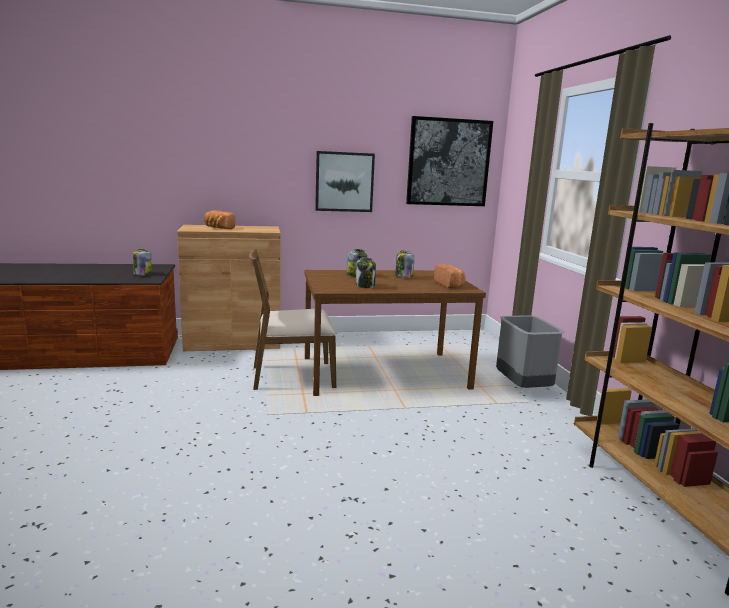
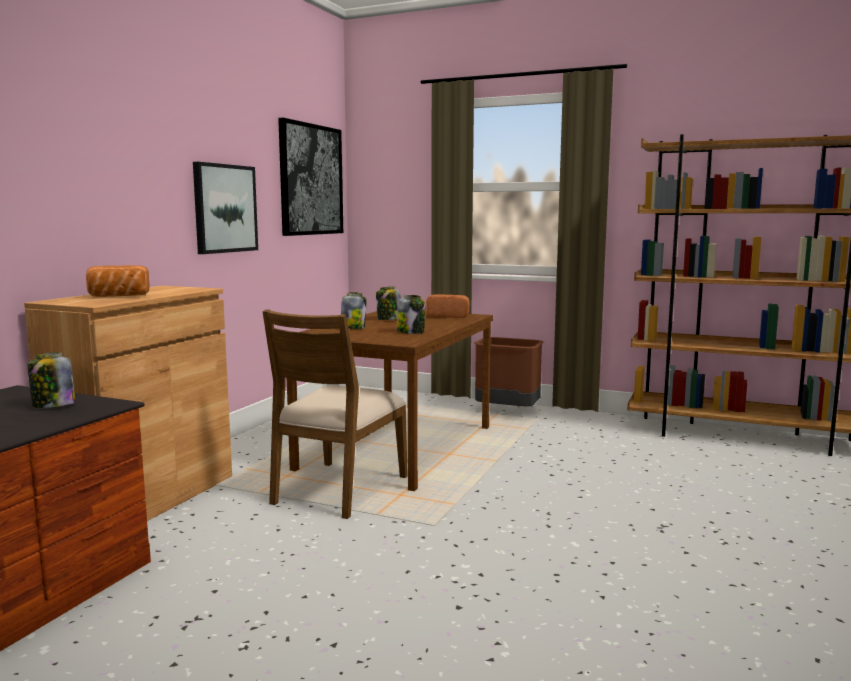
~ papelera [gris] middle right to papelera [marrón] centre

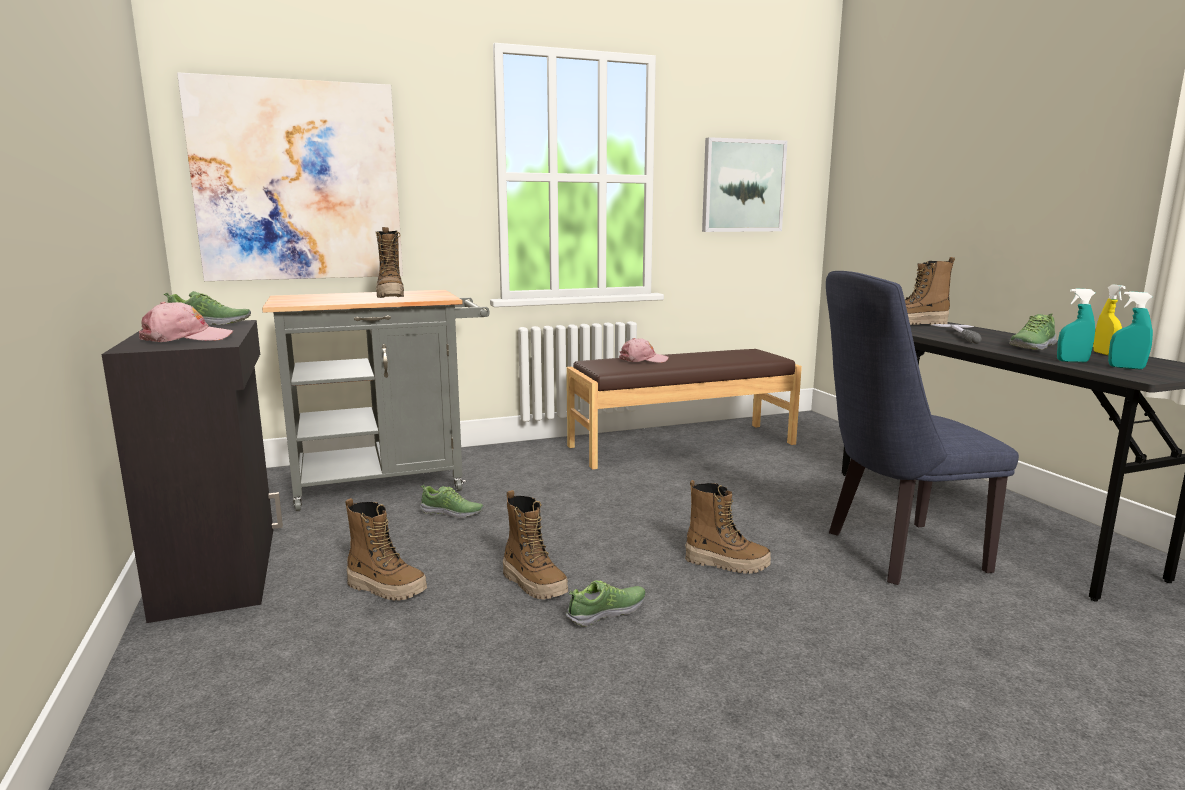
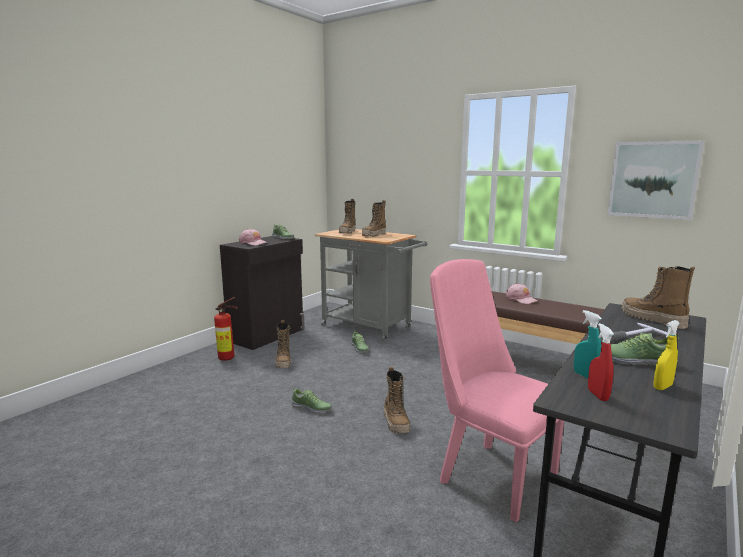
- cuadro (1st from left) top left
+ extintor middle left
~ bota (3rd from left in the first image) bottom centre to bota (2nd from left) centre
~ silla [azul] middle right to silla [rosa] bottom right
~ pulverizador [turquesa] (2nd from left) middle right to pulverizador [rojo] middle right

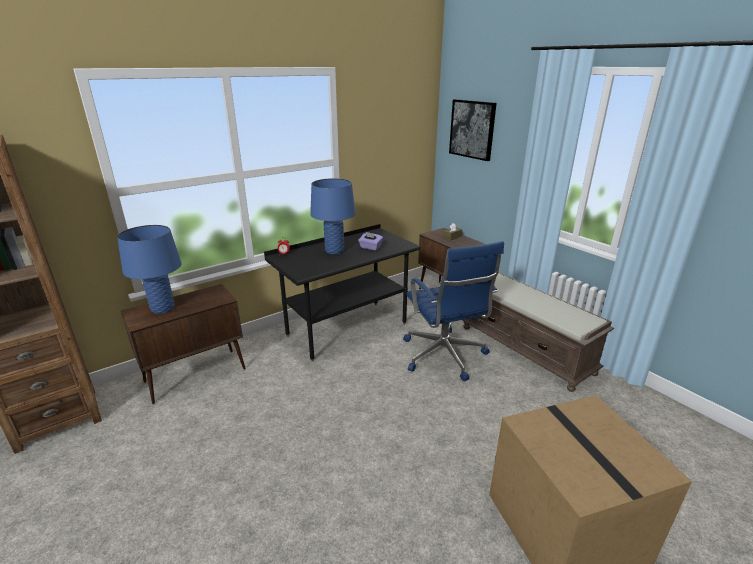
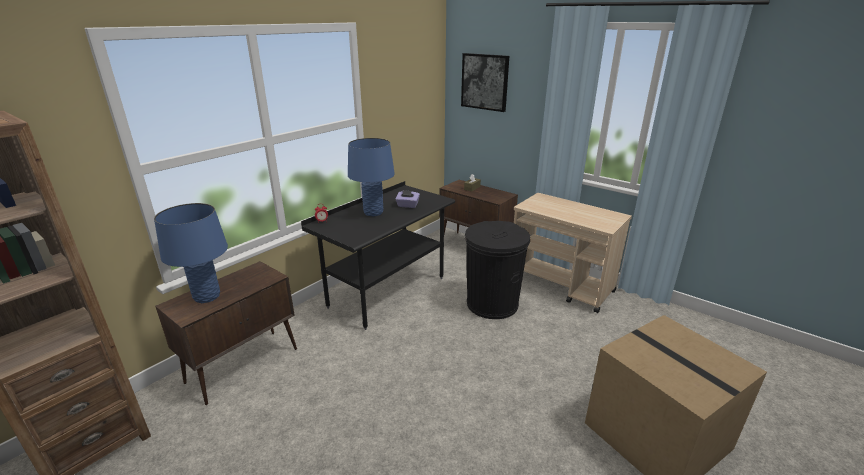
~ silla de oficina [azul] centre to papelera [negro] centre
~ banco [marrón] middle right to carrito [beis] centre

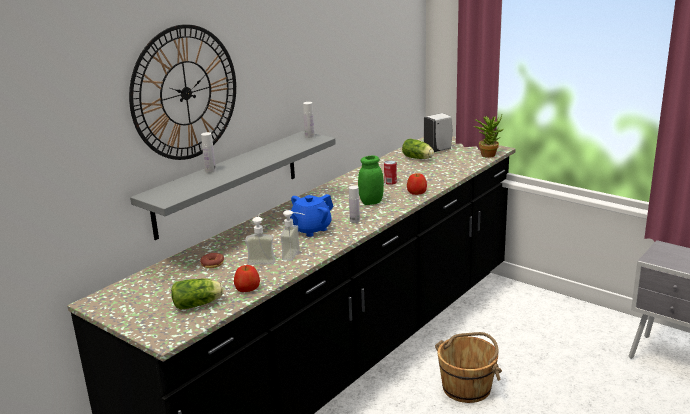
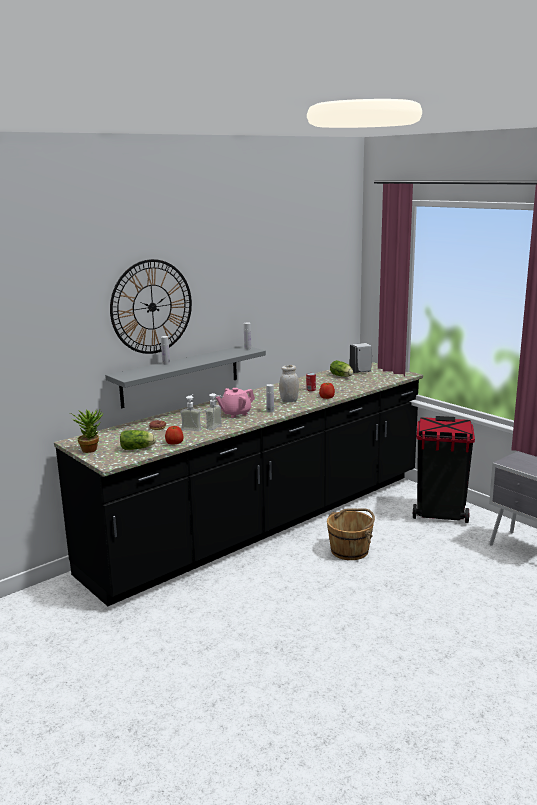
+ papelera [negro] middle right
~ planta en maceta top right to middle left
~ tetera [azul] centre to tetera [rosa] centre
~ tarro [verde] centre to tarro [blanco] centre

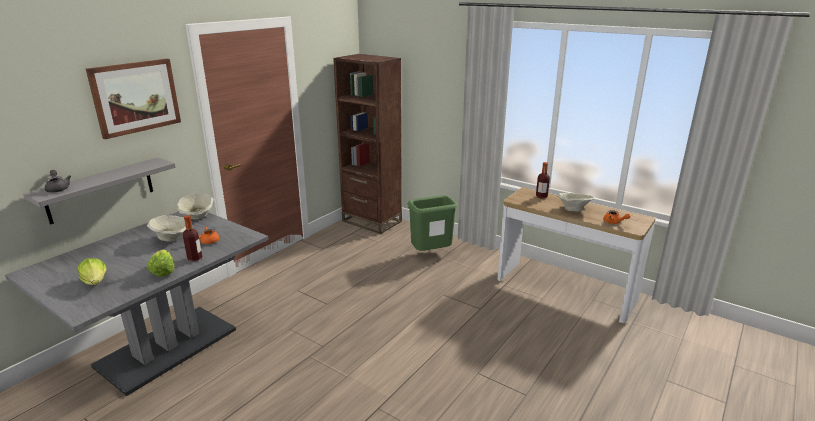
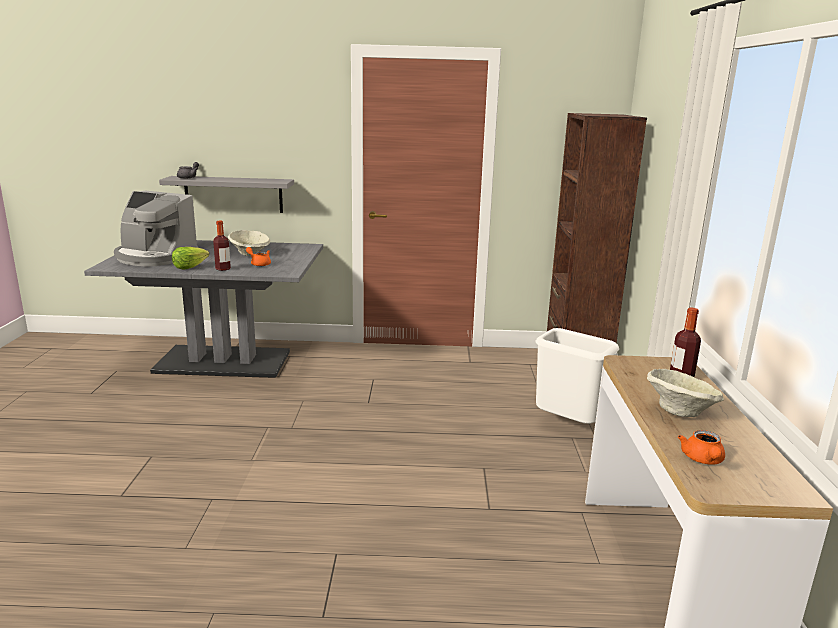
- cuadro top left
- cuenco [beis] (2nd from left) middle left
~ lechuga (1st from left) middle left to cafetera middle left
~ papelera [verde] centre to papelera [blanco] middle right

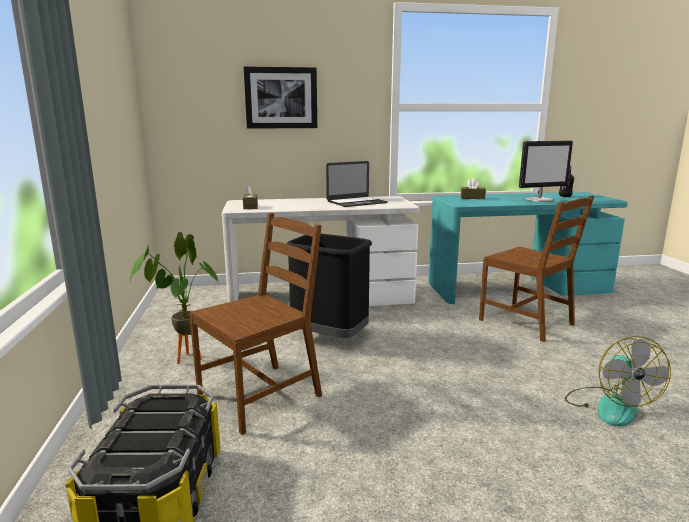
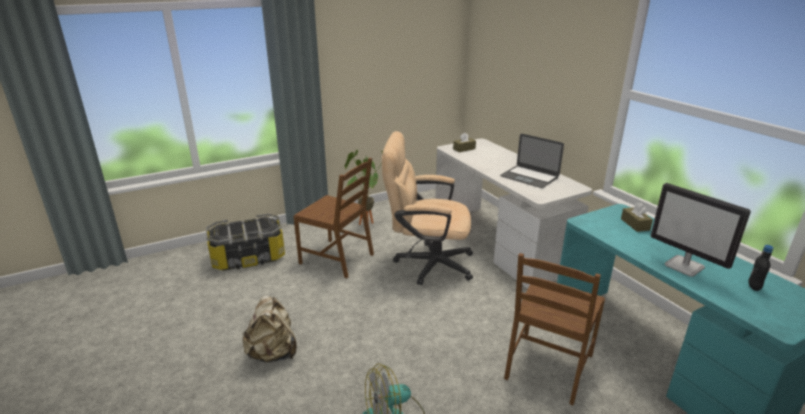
- cuadro top centre
+ mochila [beis] bottom centre
~ papelera [negro] centre to silla de oficina [beis] centre

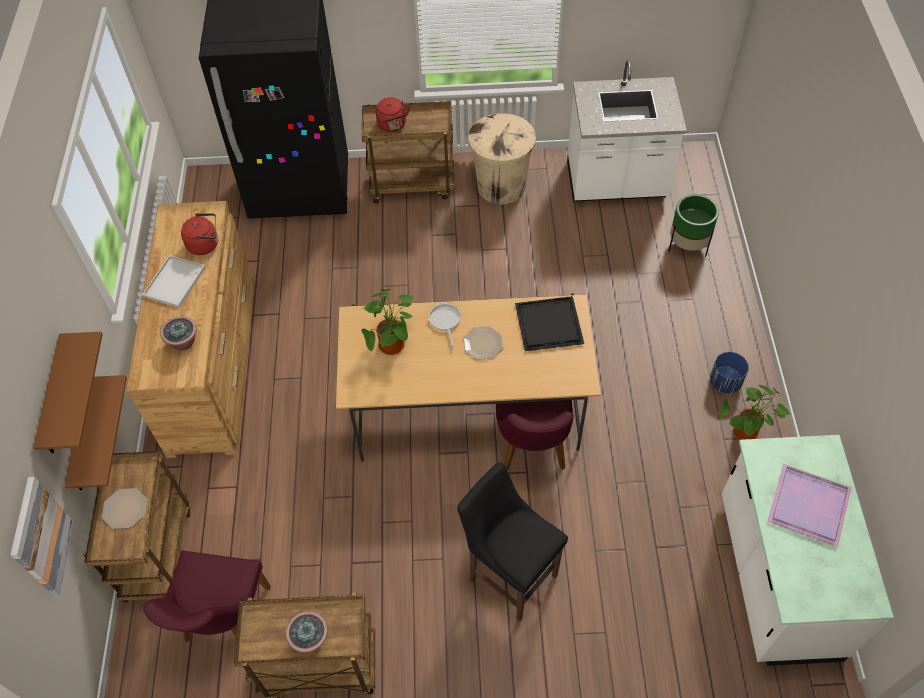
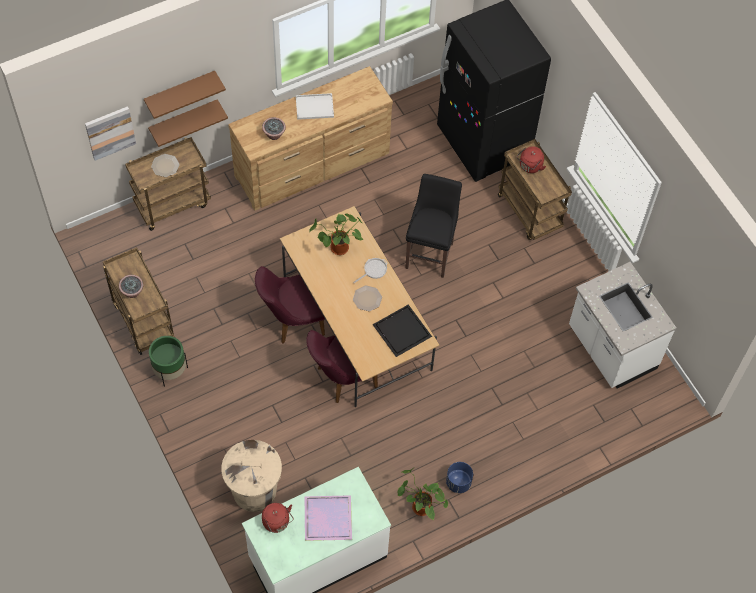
~ silla [morado] (1st from left) bottom left to centre
~ hervidor [rojo] (1st from left) middle left to bottom centre
~ taburete [negro] bottom centre to centre
~ papelera [beis] top centre to bottom left
~ maceta [verde] top right to middle left

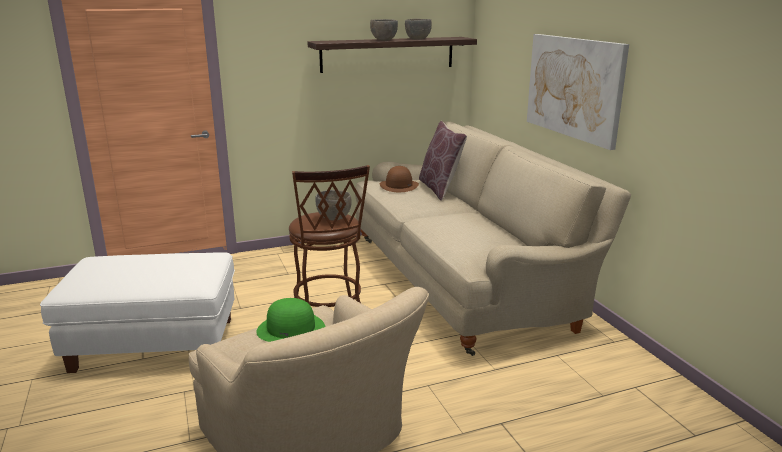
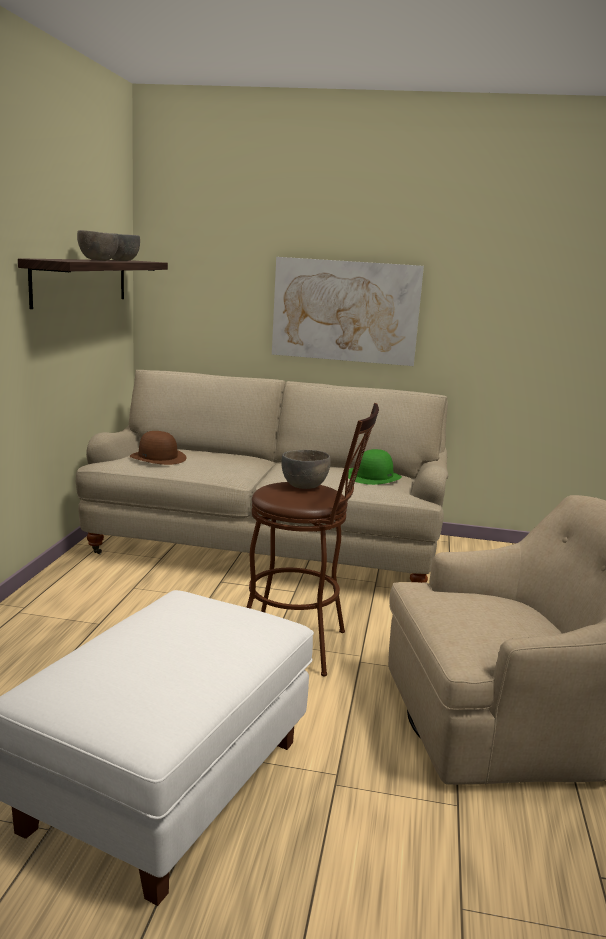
- cojín [marrón] centre
~ sombrero [verde] bottom centre to centre

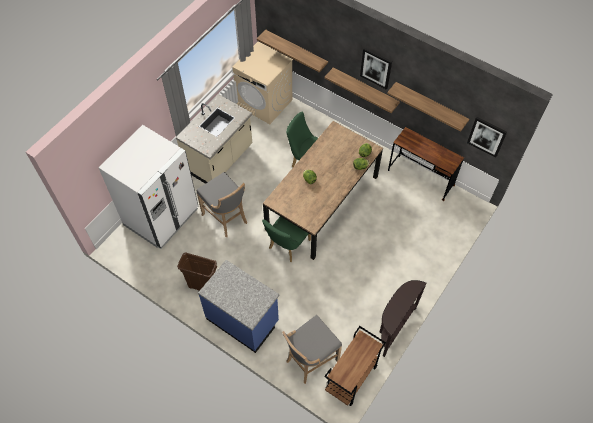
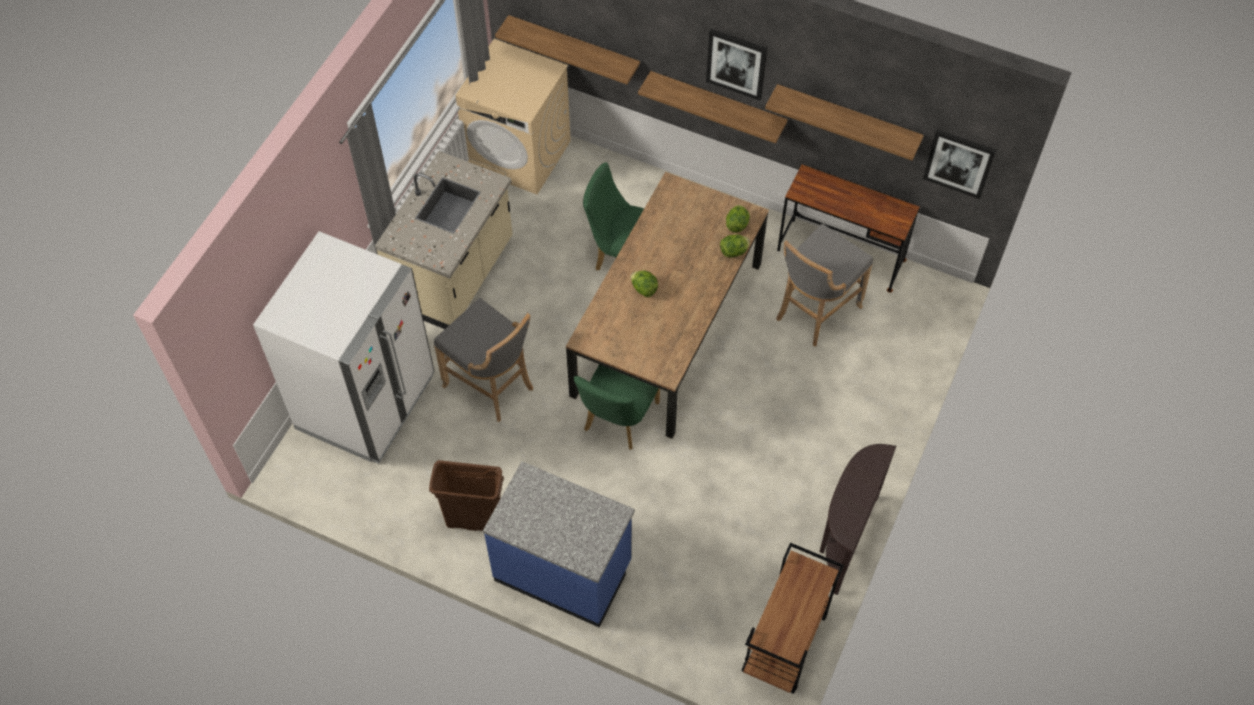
~ taburete [gris] (2nd from left) bottom centre to centre

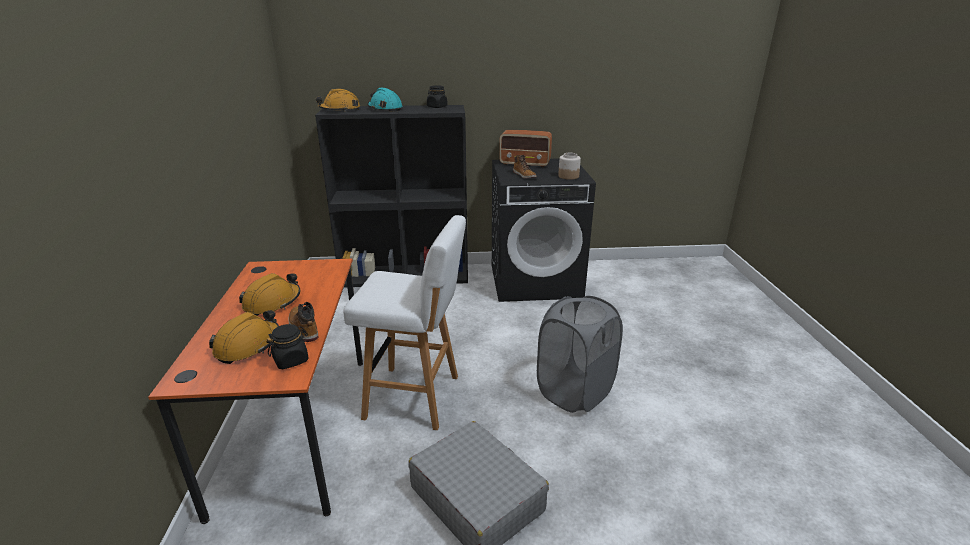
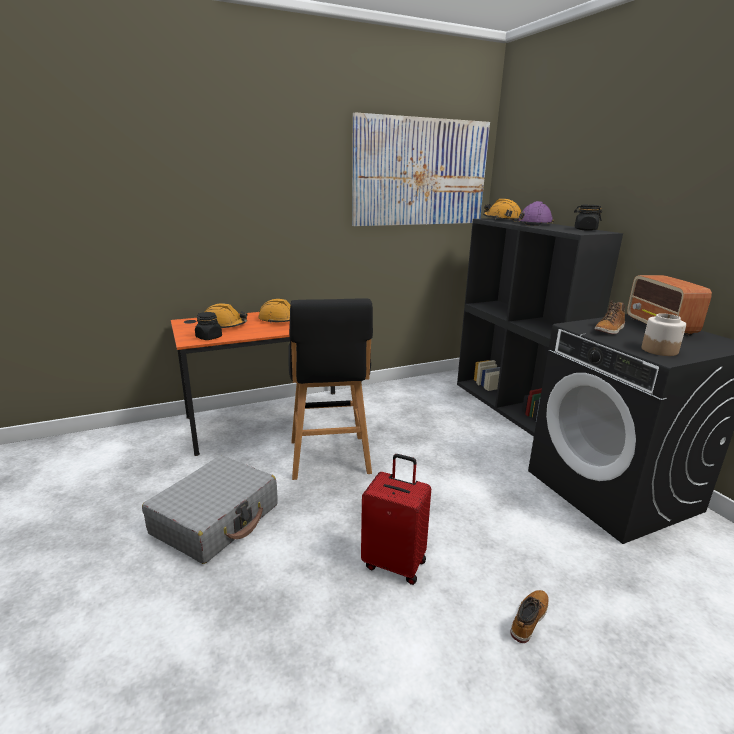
+ cuadro top centre
~ bota (1st from left) middle left to bottom right
~ cesto de la ropa [gris] centre to maleta [rojo] bottom centre
~ taburete [blanco] centre to taburete [negro] centre
~ casco [turquesa] top centre to casco [morado] top right

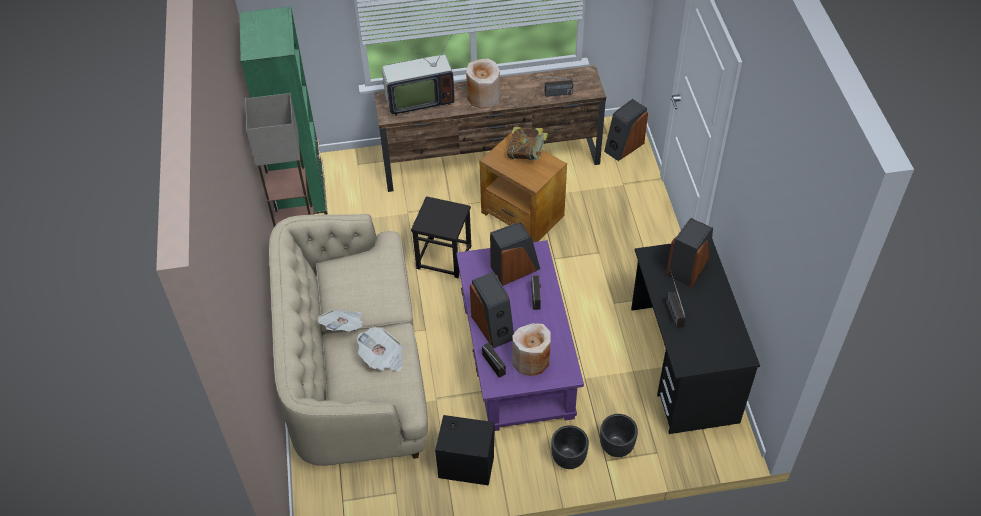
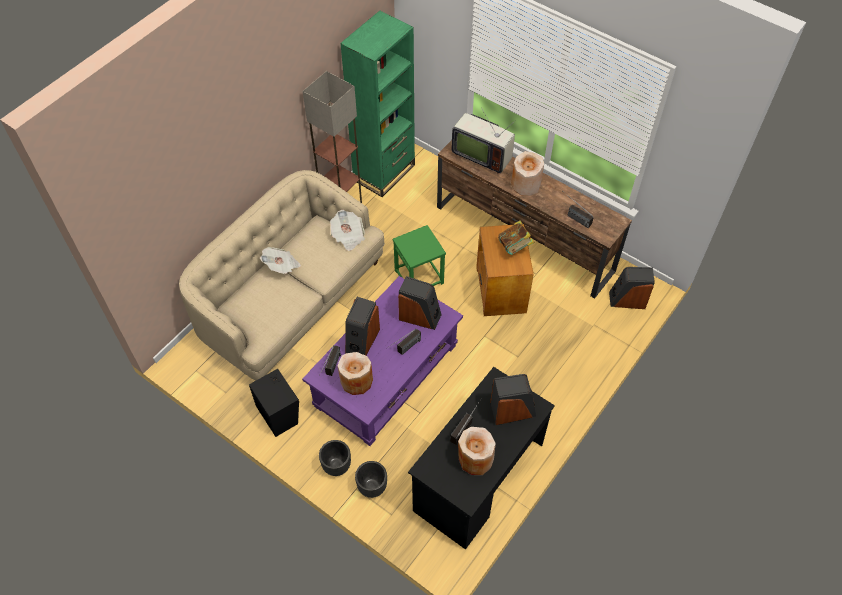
+ florero [beis] (2nd from left) bottom centre
~ periódico (2nd from left) bottom centre to centre
~ taburete [negro] centre to taburete [verde] centre

